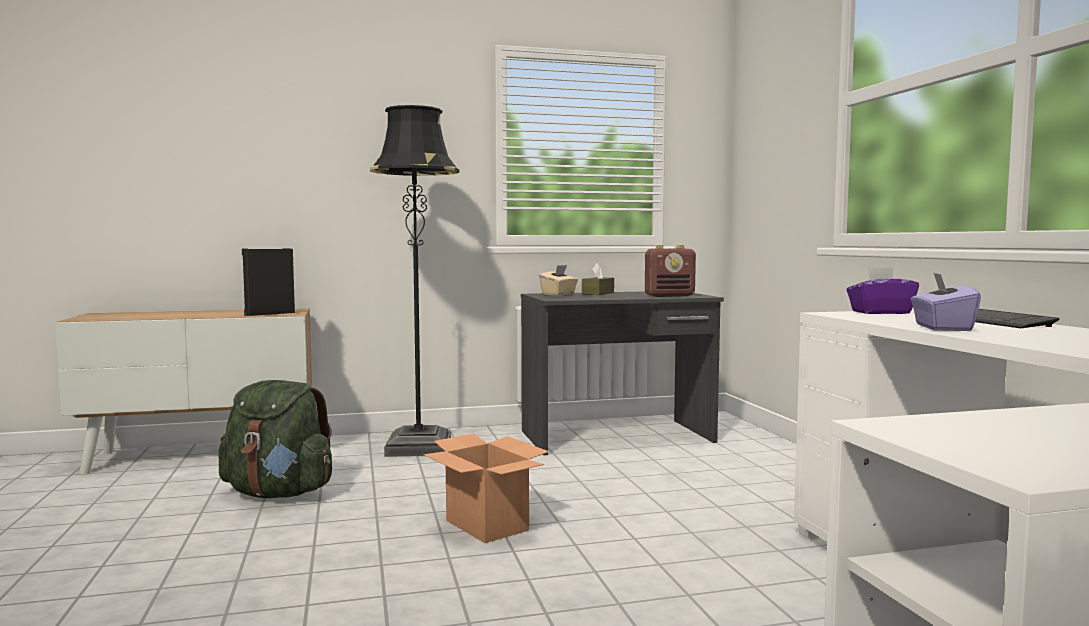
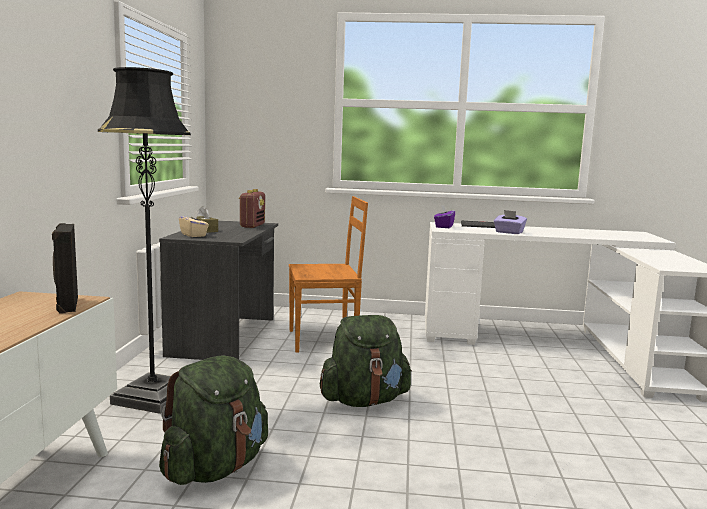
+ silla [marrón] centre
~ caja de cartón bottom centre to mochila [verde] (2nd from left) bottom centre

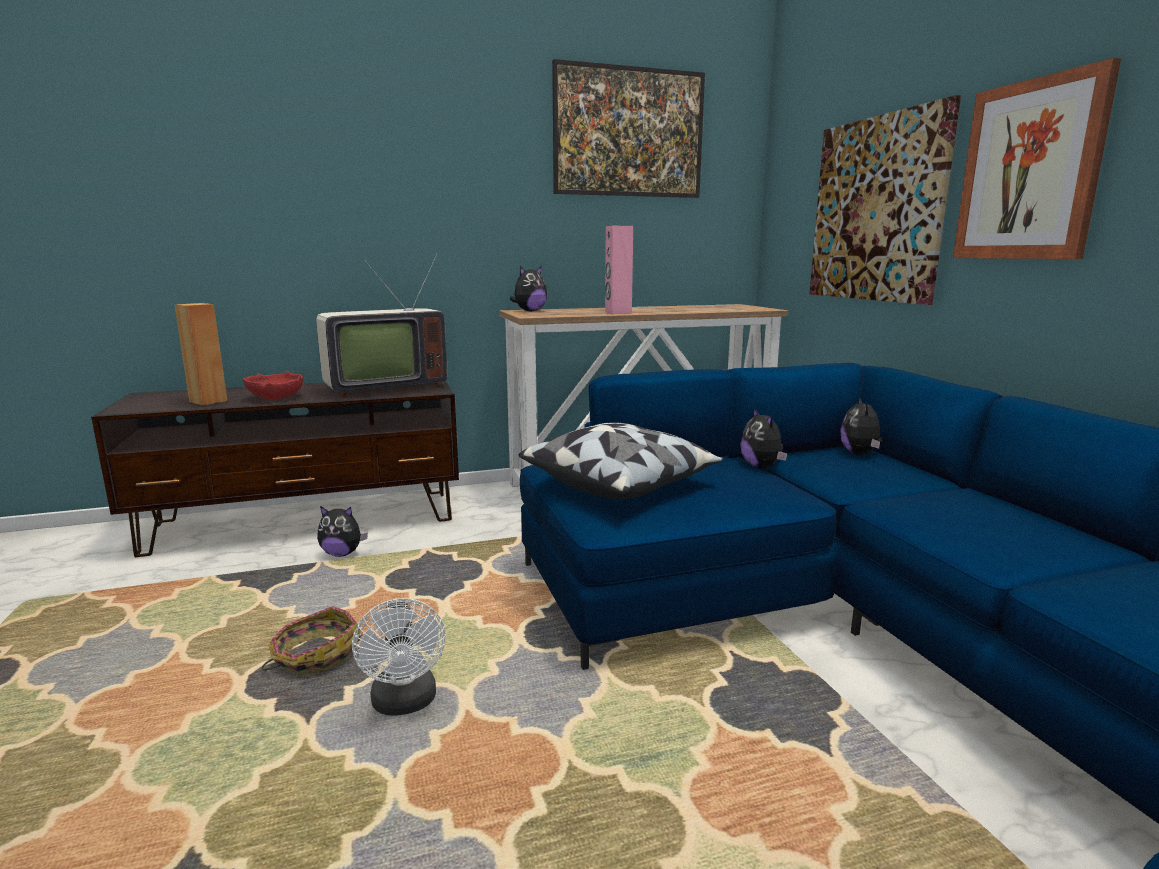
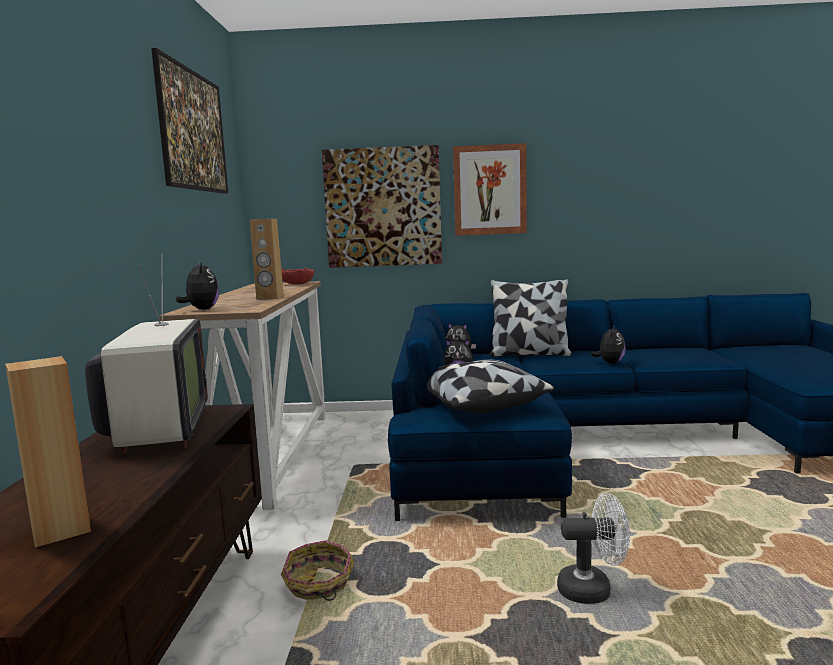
+ cojín (2nd from left) centre
~ cuenco [rojo] middle left to centre
~ cesta bottom left to bottom centre
~ peluche (1st from left in the first image) middle left to peluche (4th from left) middle right
~ altavoz [rosa] top centre to altavoz [marrón] (2nd from left) middle left

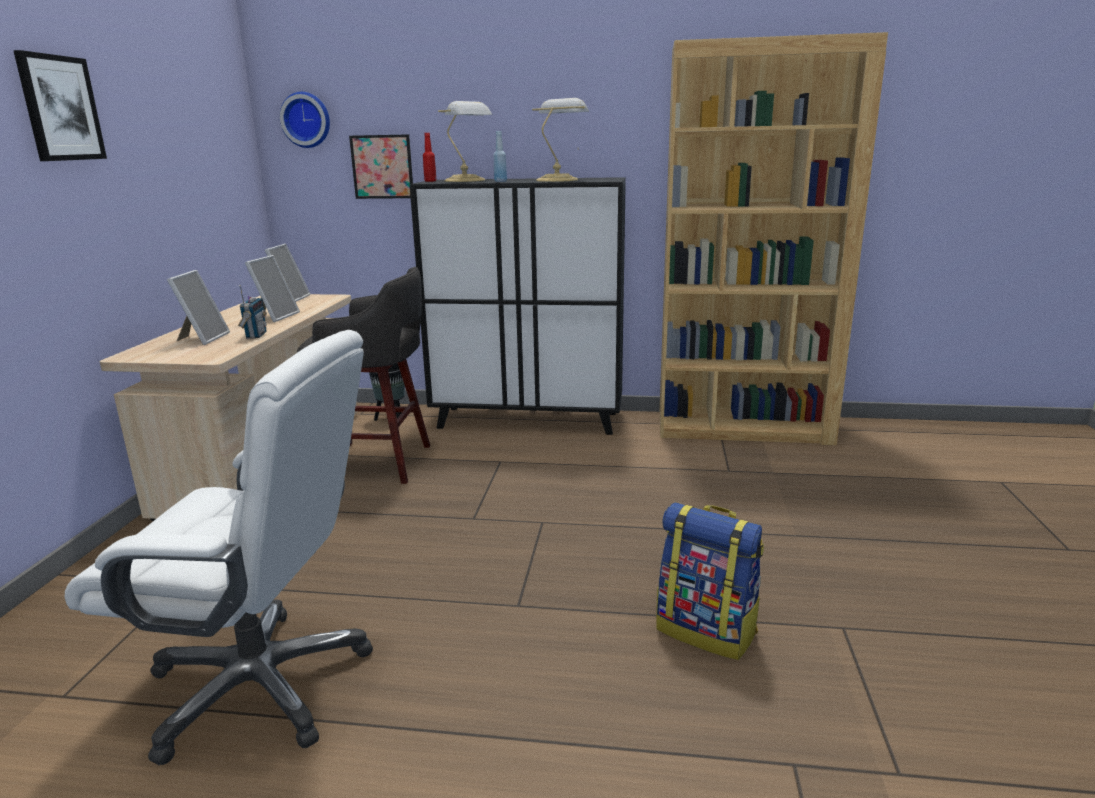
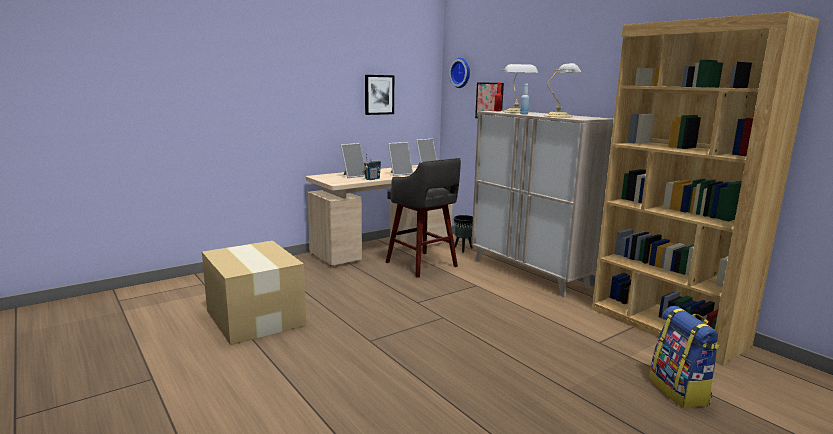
~ cuadro (1st from left) top left to top centre
~ mochila bottom centre to bottom right
~ silla de oficina [blanco] bottom left to caja de cartón bottom left
~ armario [negro] centre to armario [beis] centre

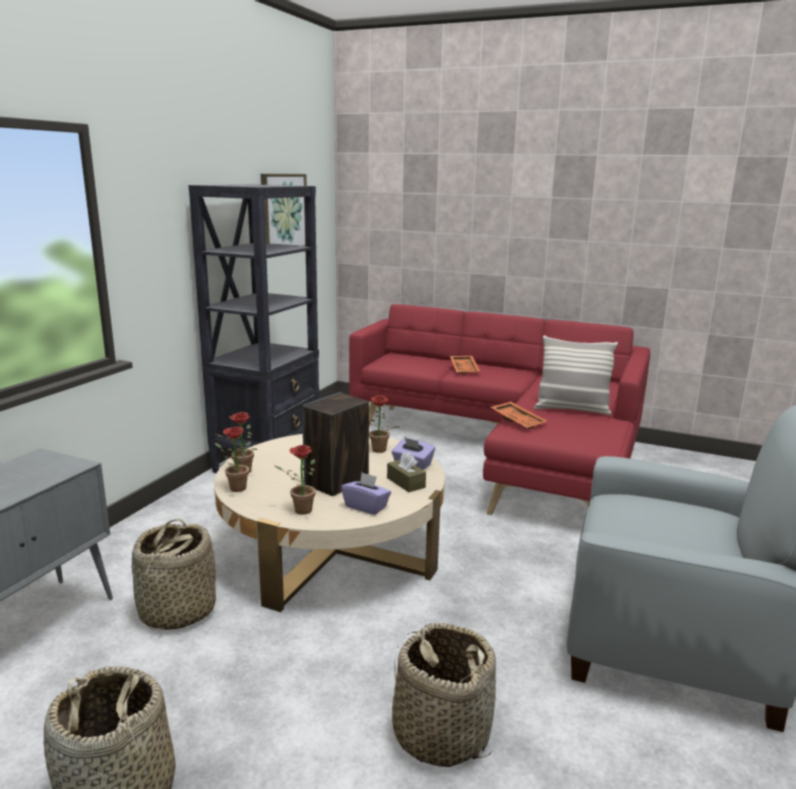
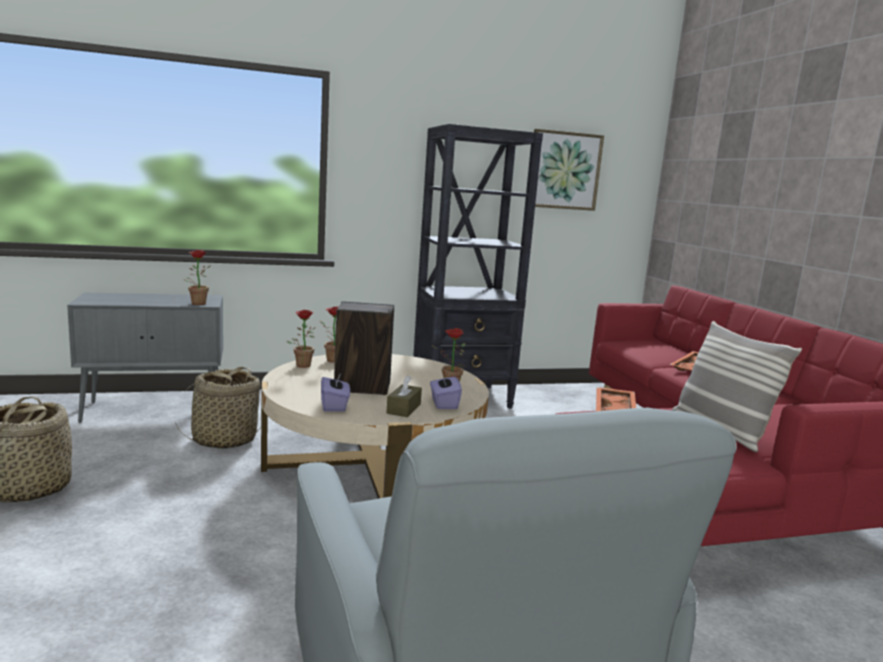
- cesta (3rd from left) bottom centre
~ planta en maceta (3rd from left in the first image) centre to planta en maceta (1st from left) middle left

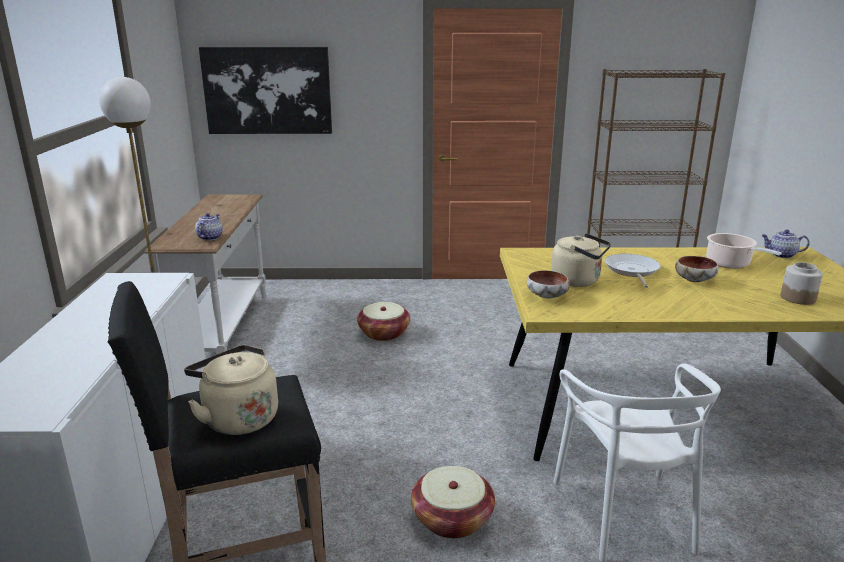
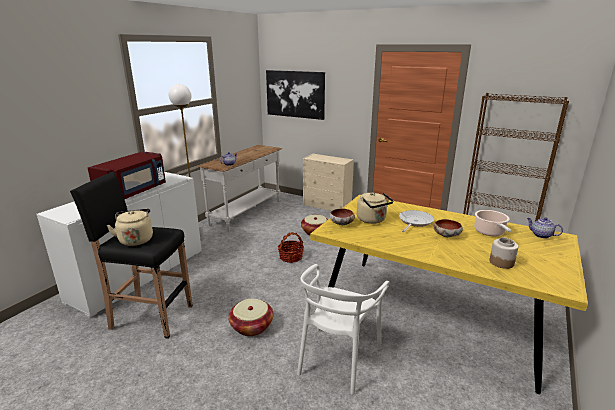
+ microondas [rojo] middle left
+ cesta (2nd from left) centre
+ cómoda [beis] centre

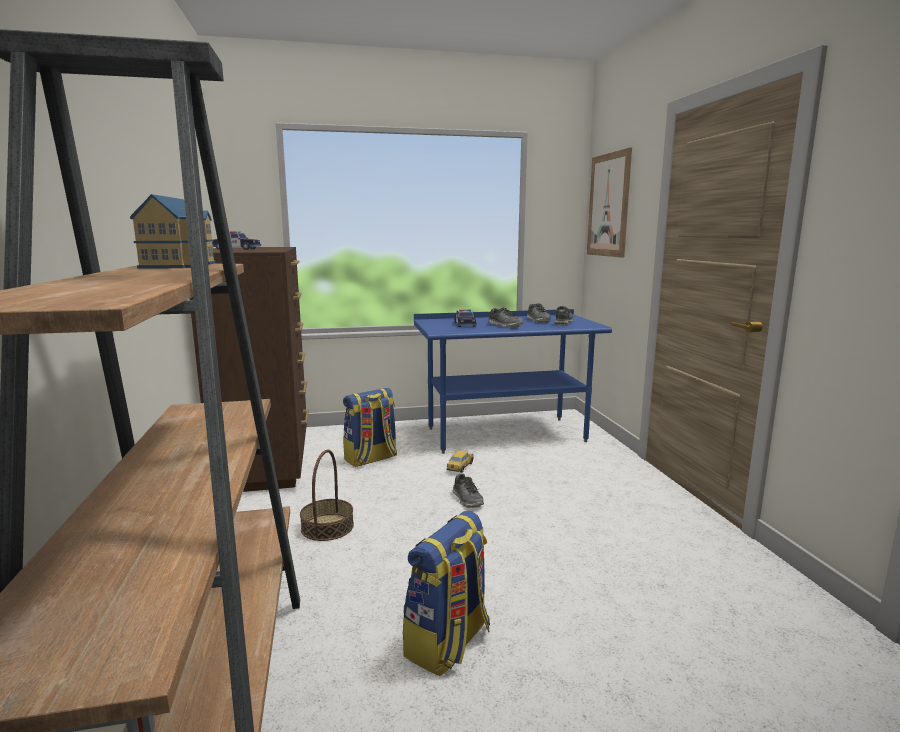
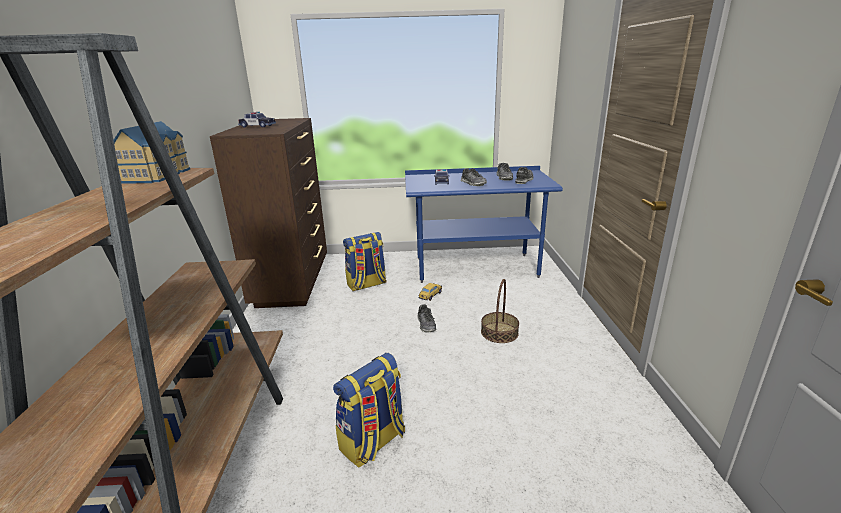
- cuadro top right
~ cesta bottom centre to centre

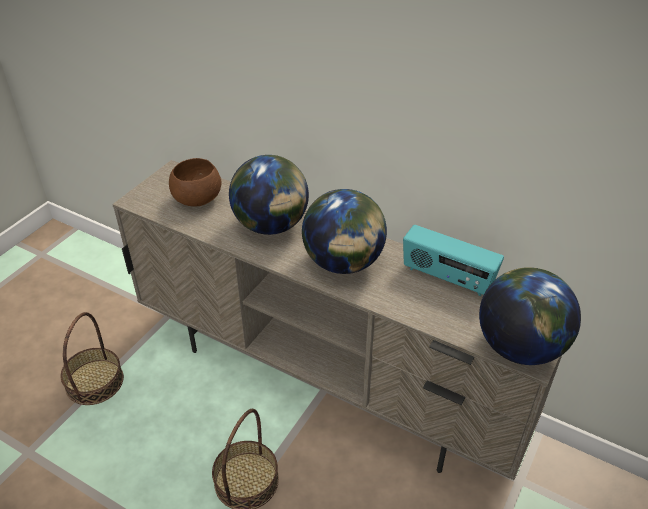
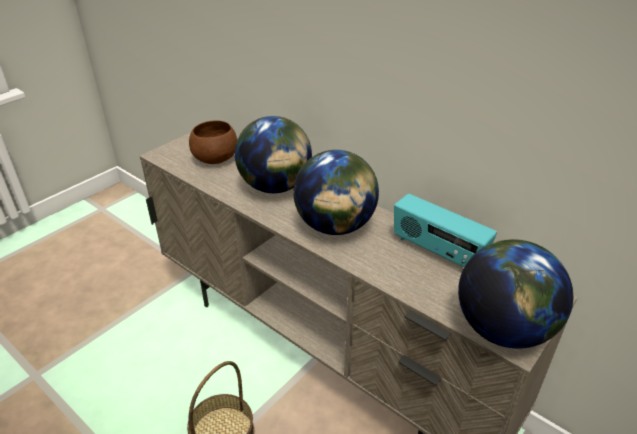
- cesta (1st from left) bottom left

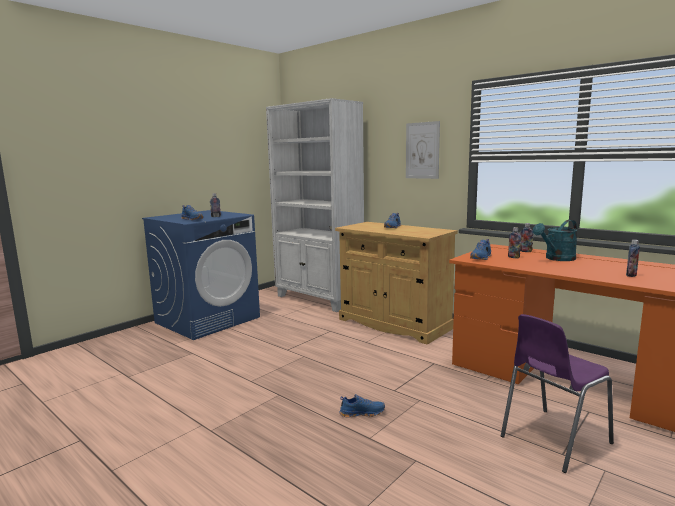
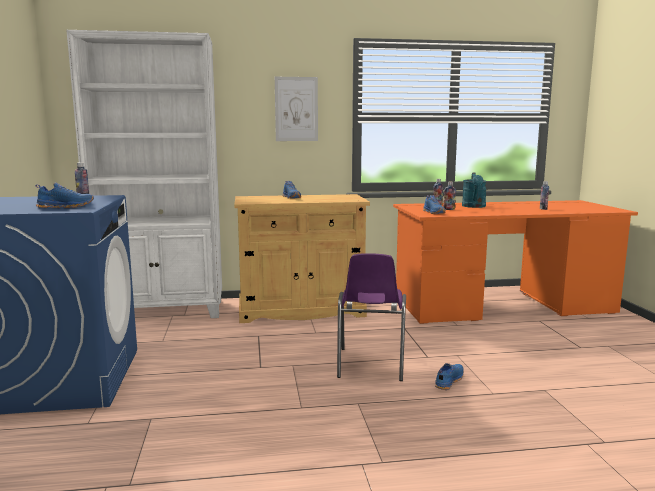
~ silla [morado] bottom right to centre

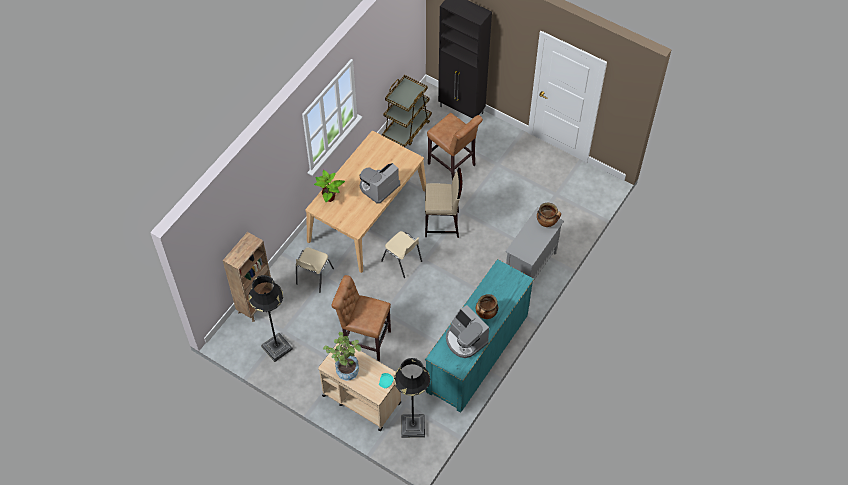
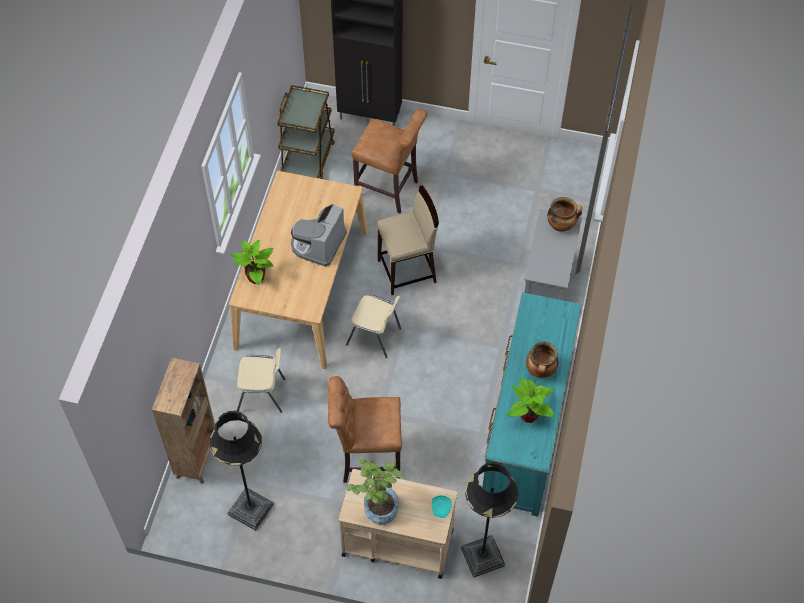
~ cafetera (2nd from left) bottom centre to planta en maceta (3rd from left) centre
~ silla [beis] (1st from left) centre = middle left 90 degrees counterclockwise

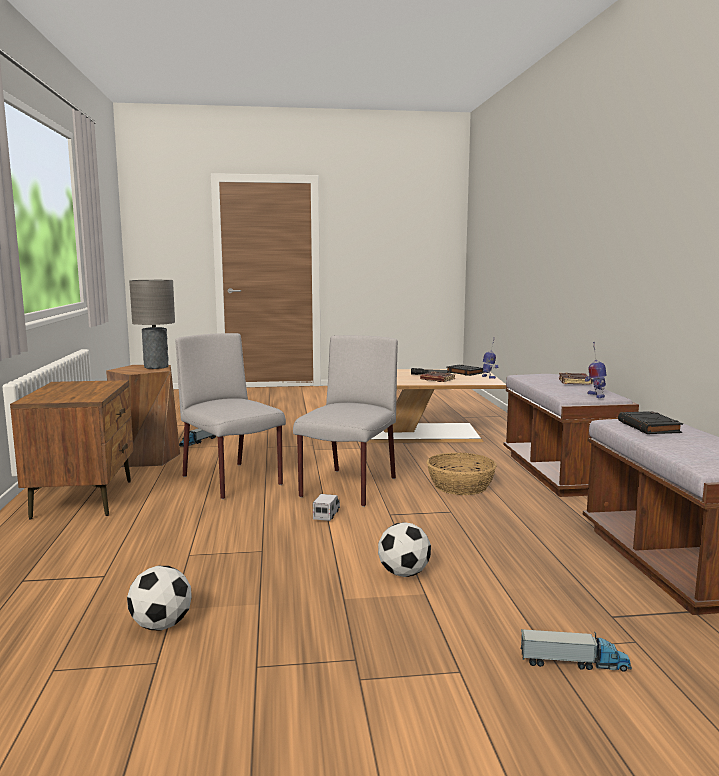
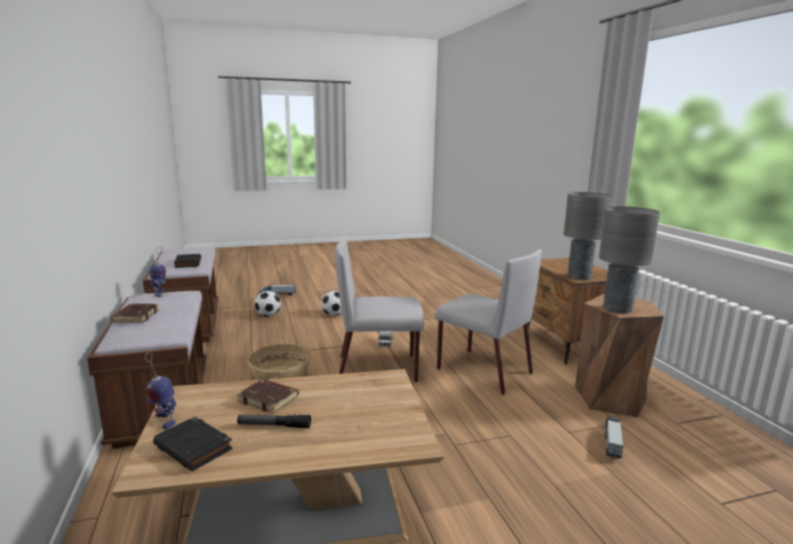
+ lámpara de mesa [gris] (1st from left) middle right
~ balón de fútbol (1st from left) bottom left to centre
~ silla [gris] (2nd from left in the first image) centre = centre 75 degrees clockwise

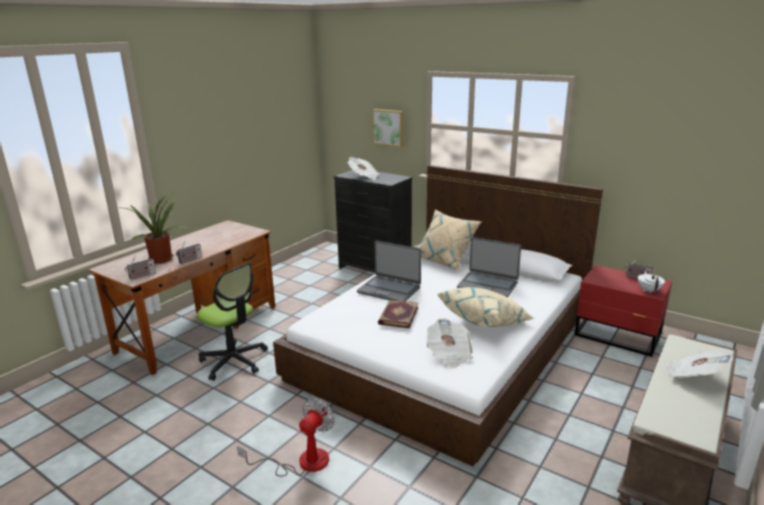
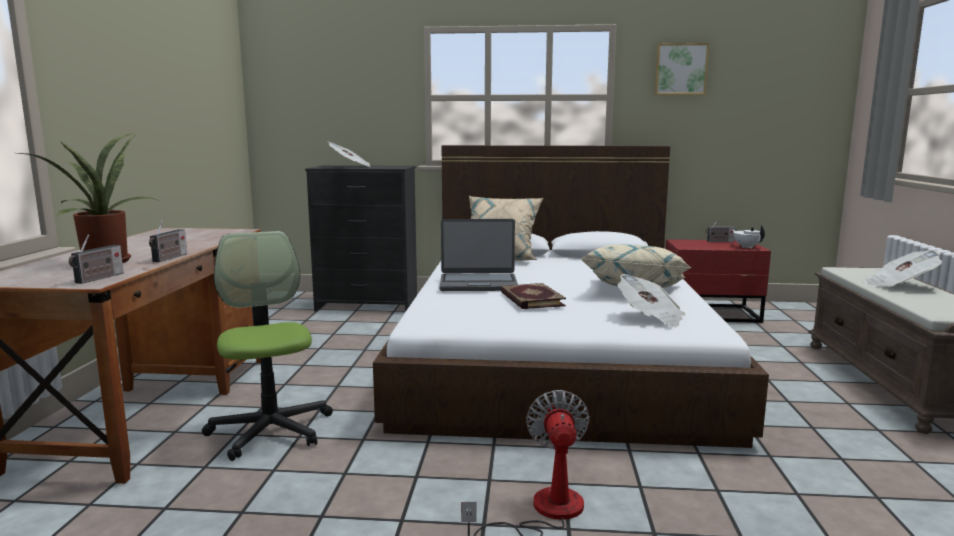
- portátil (2nd from left) centre
~ cuadro top centre to top right
~ silla de oficina middle left = middle left 120 degrees counterclockwise

